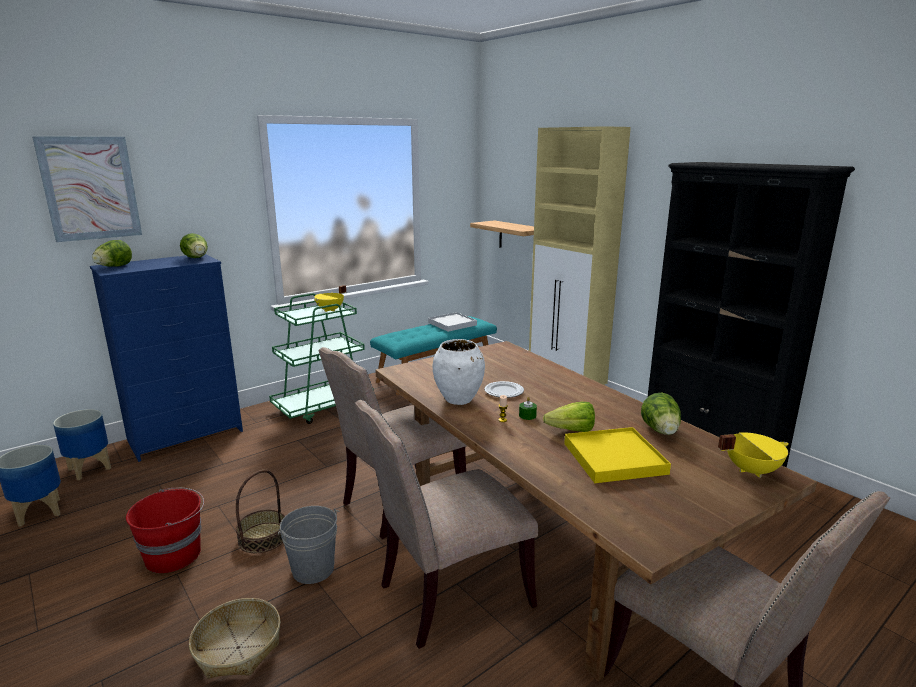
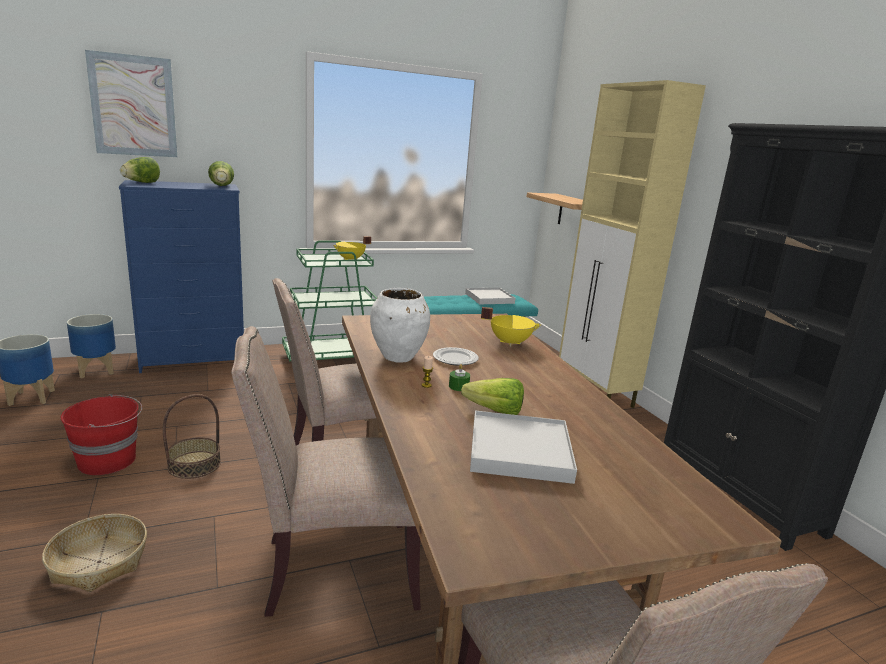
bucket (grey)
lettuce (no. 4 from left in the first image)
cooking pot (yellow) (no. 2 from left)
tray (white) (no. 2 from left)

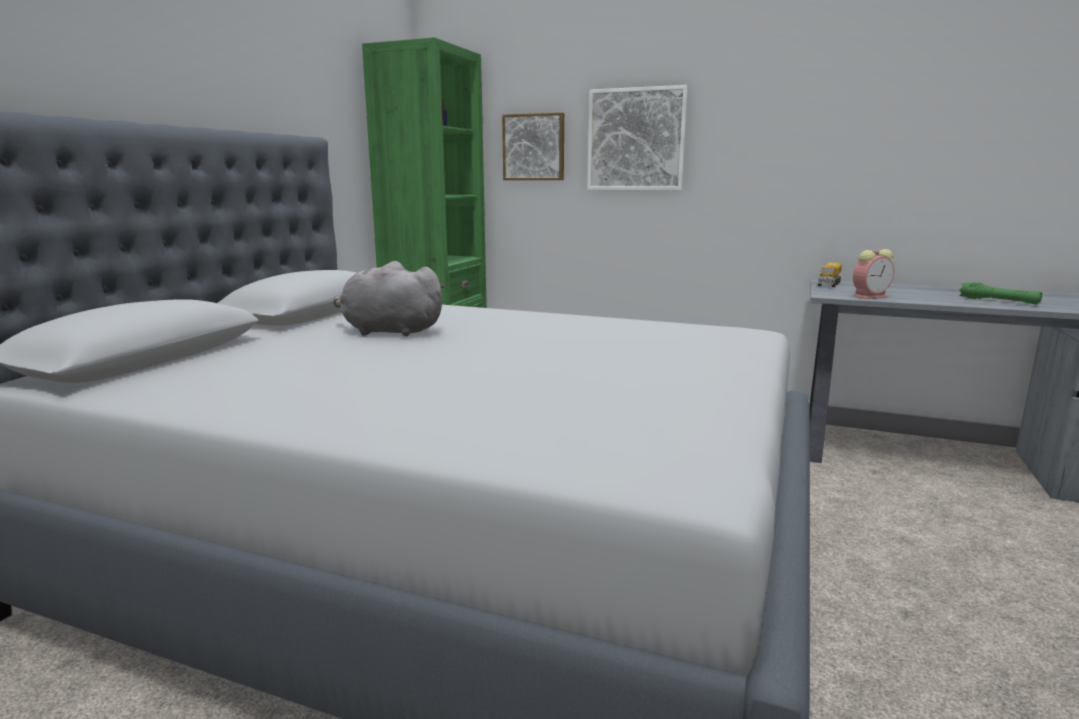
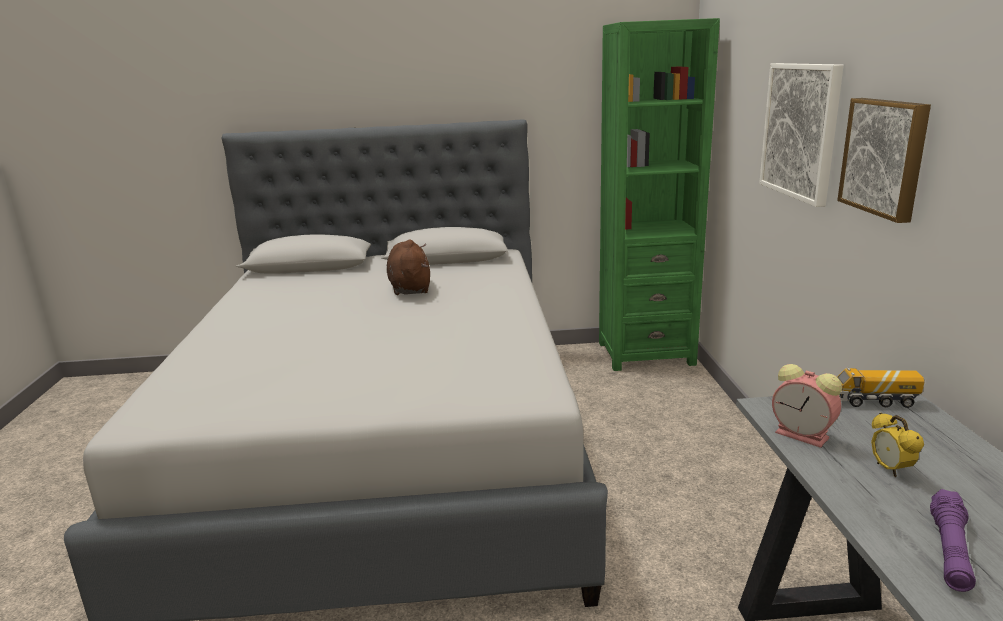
alarm clock (no. 2 from left)
picture (no. 2 from left)
plush toy (brown)
flashlight (purple)

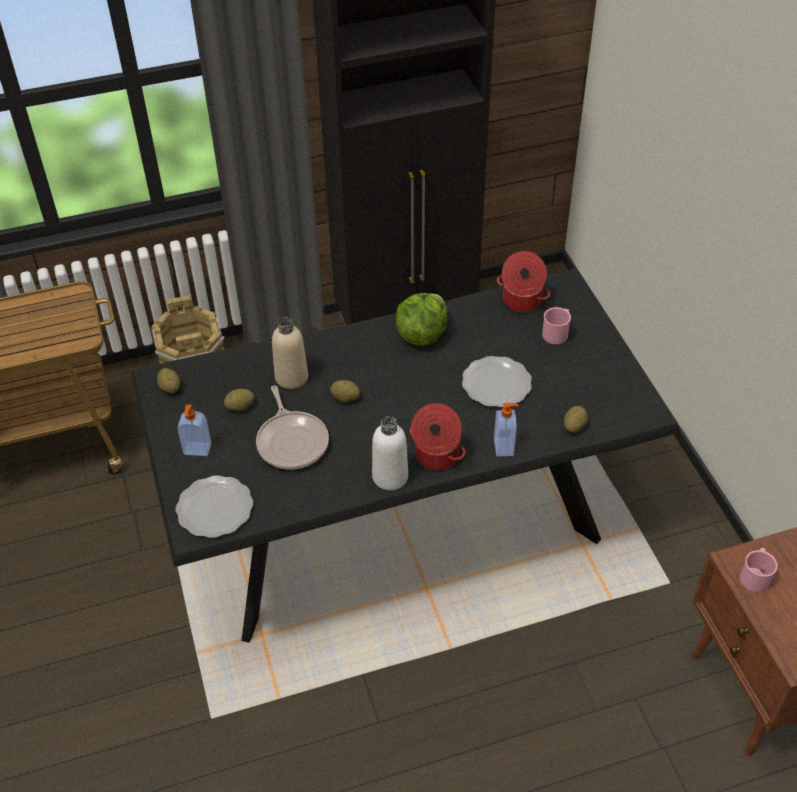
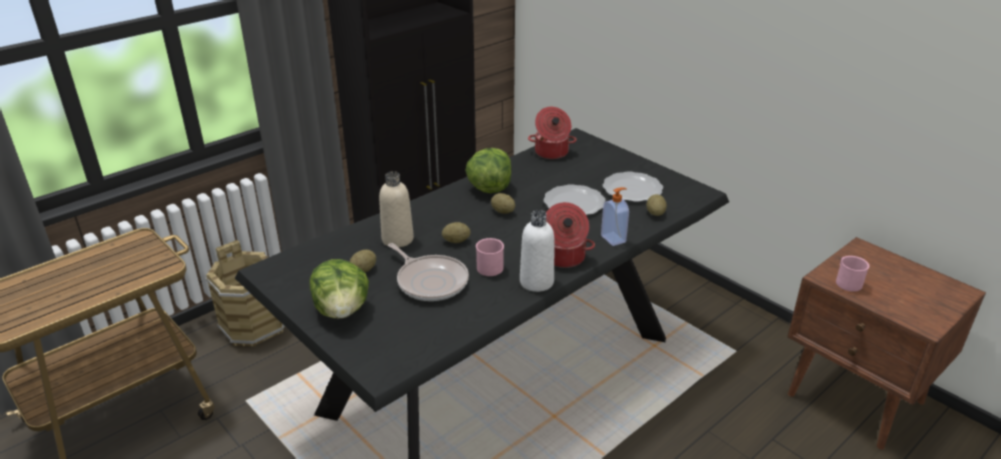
potato (no. 3 from left)
plate (no. 2 from left)
mug (pink) (no. 1 from left)
lettuce (no. 1 from left)

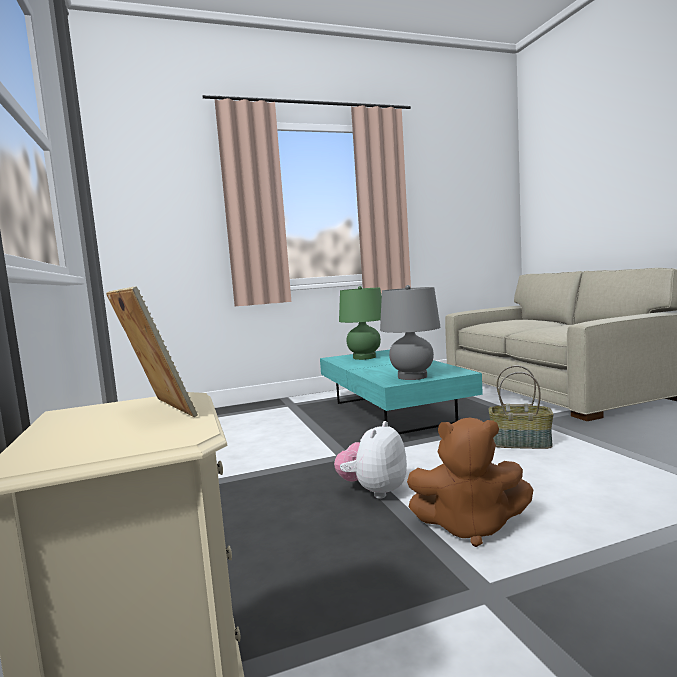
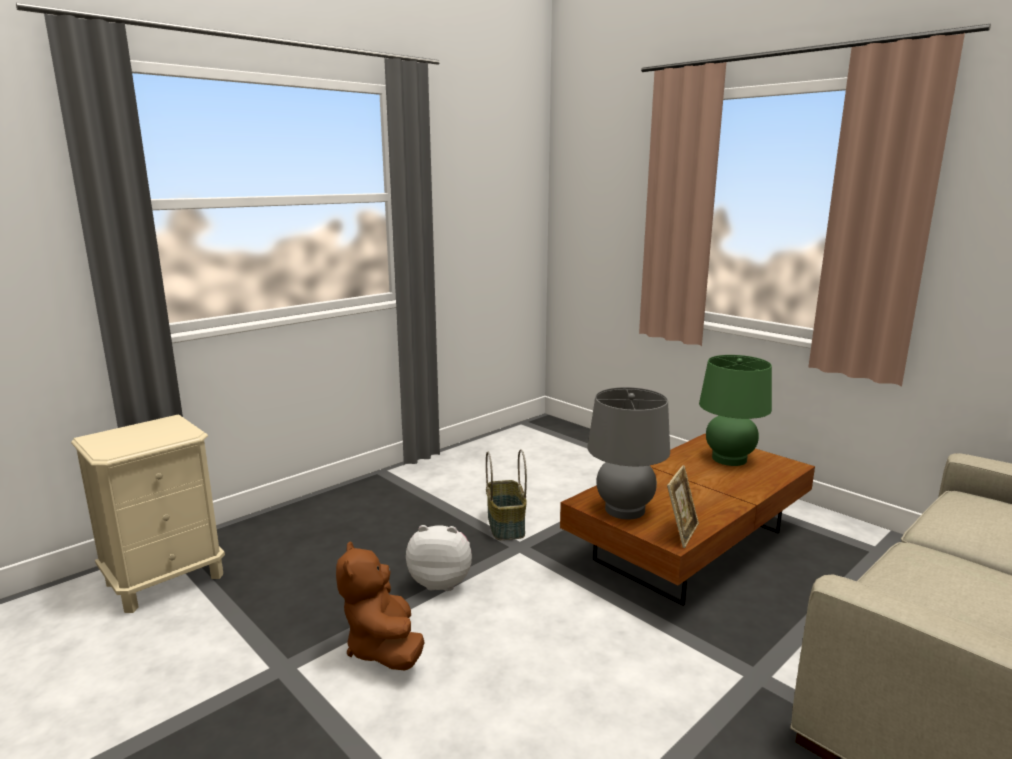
picture frame
basket
coffee table (brown)

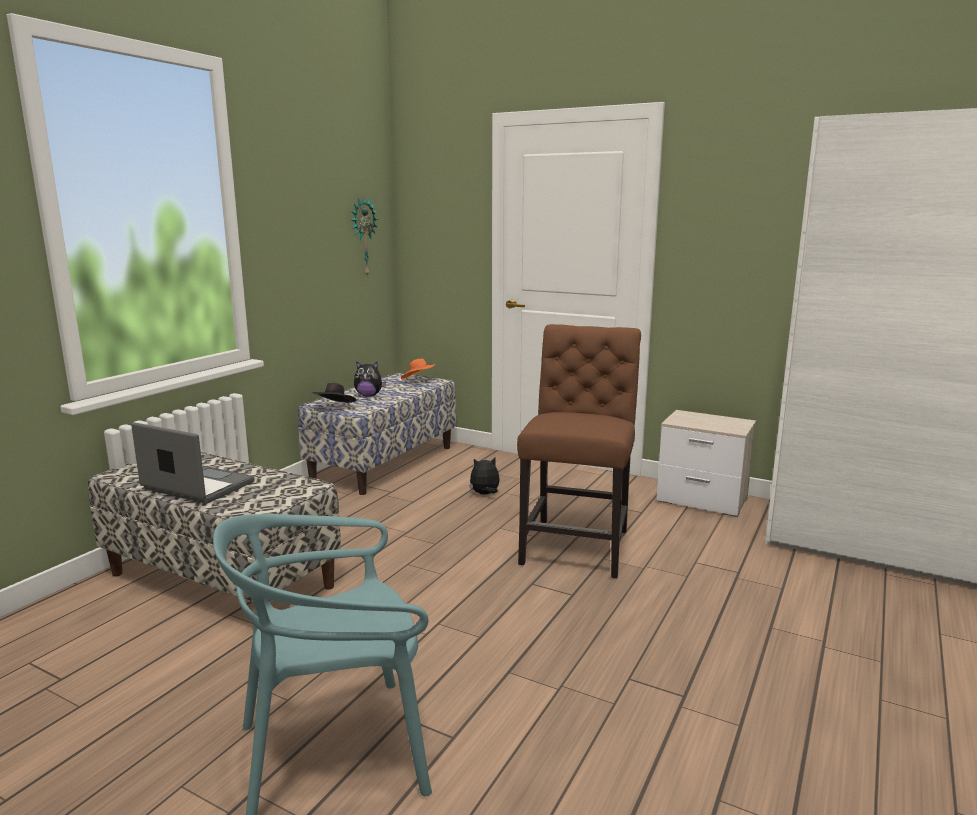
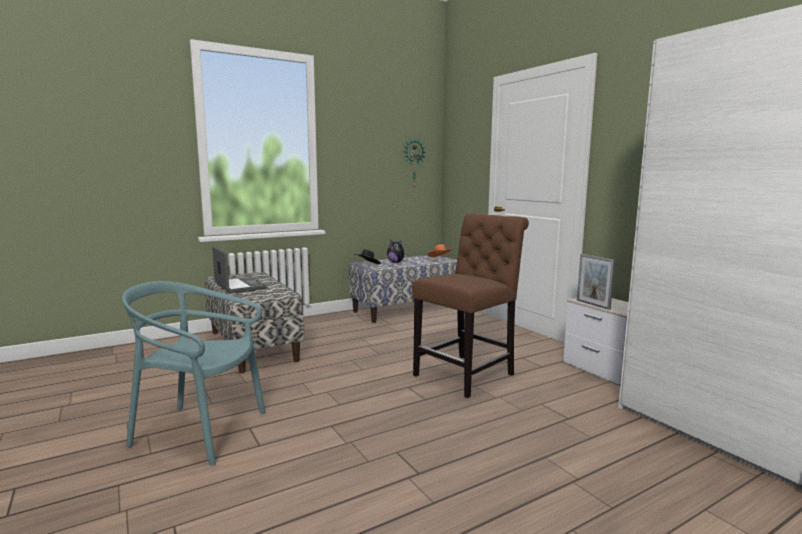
plush toy (no. 2 from left in the first image)
picture frame

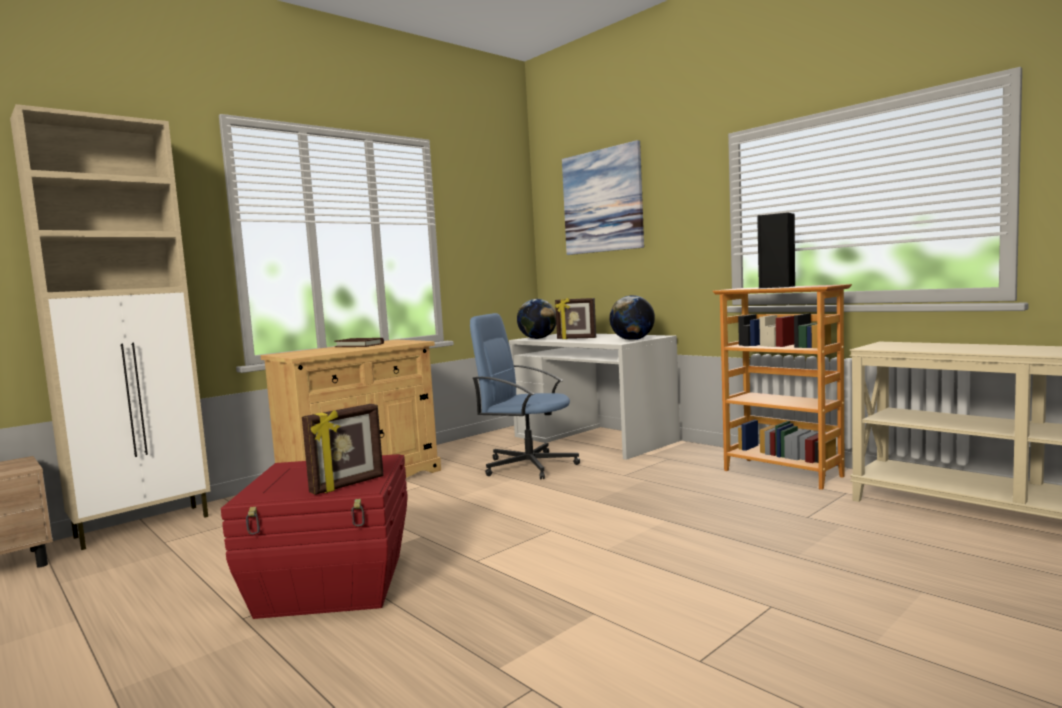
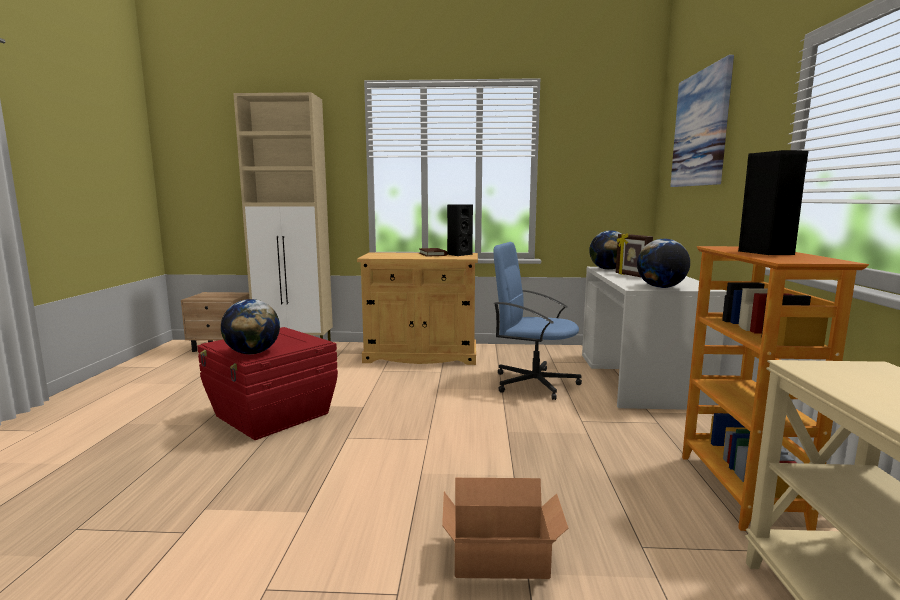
cardboard box
speaker (black) (no. 1 from left)
globe (no. 1 from left)
office chair (blue)

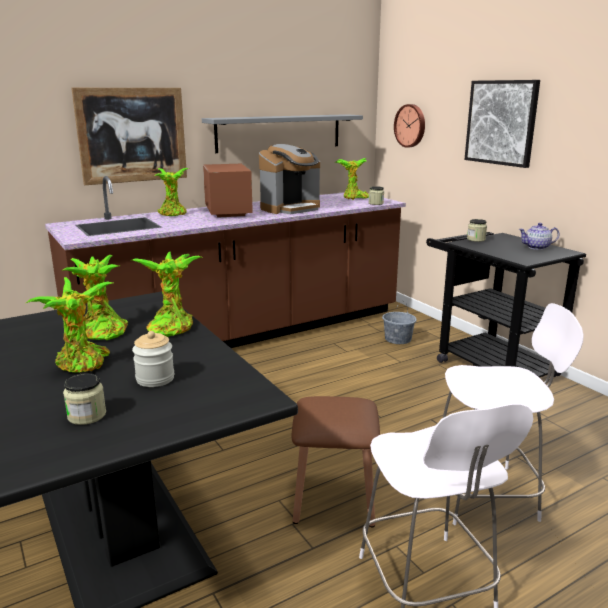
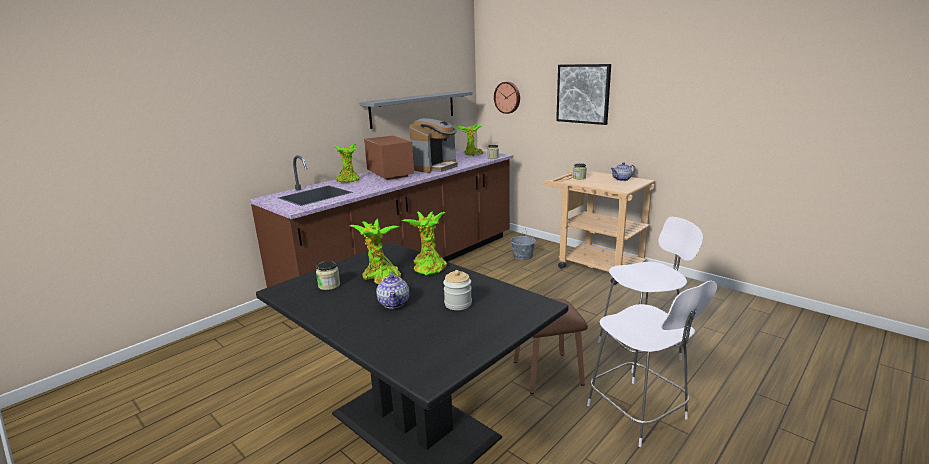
picture (no. 1 from left in the first image)
jar (no. 1 from left)
teapot (no. 1 from left)
cart (beige)

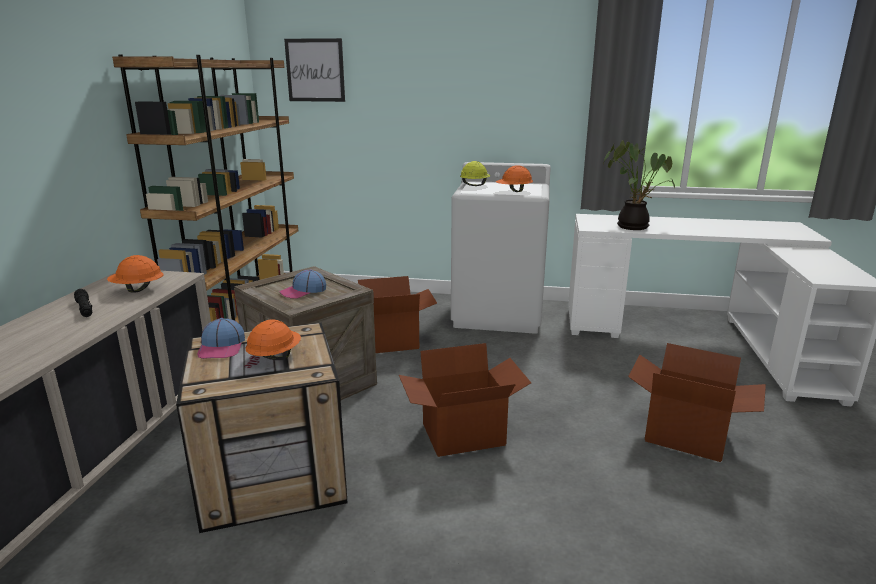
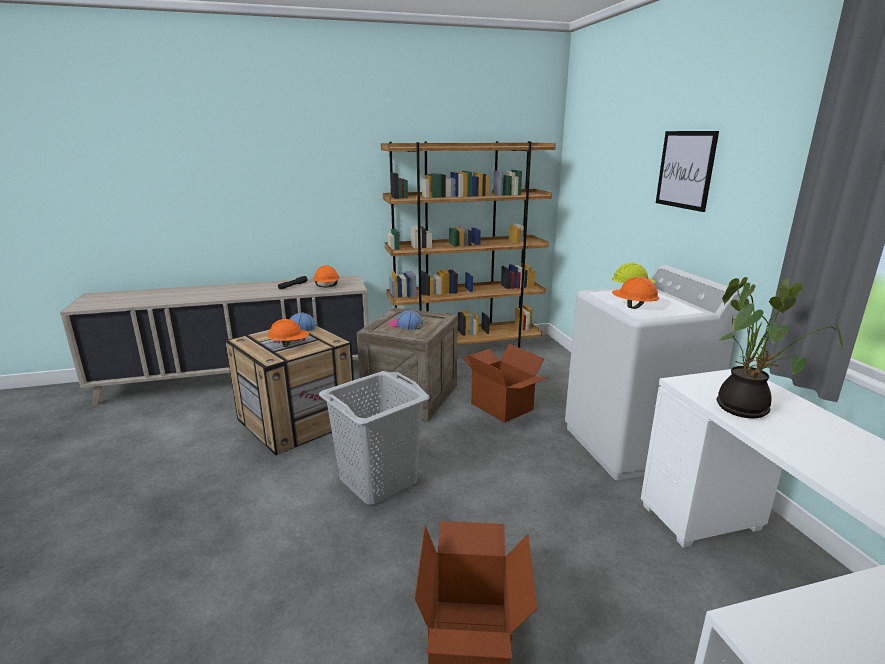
picture
laundry basket (grey)

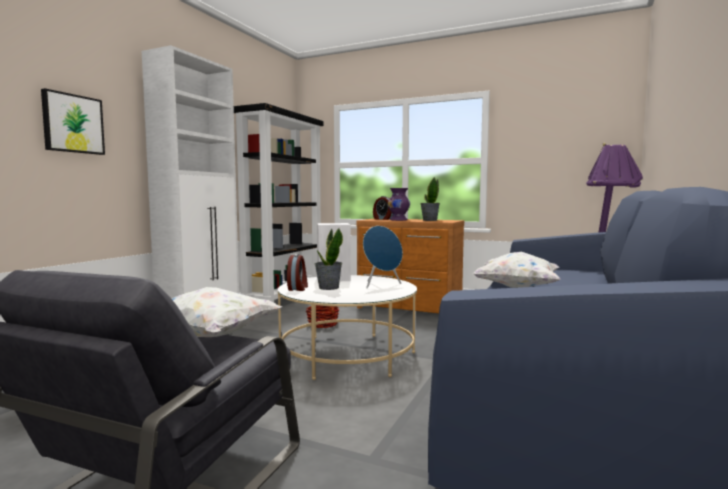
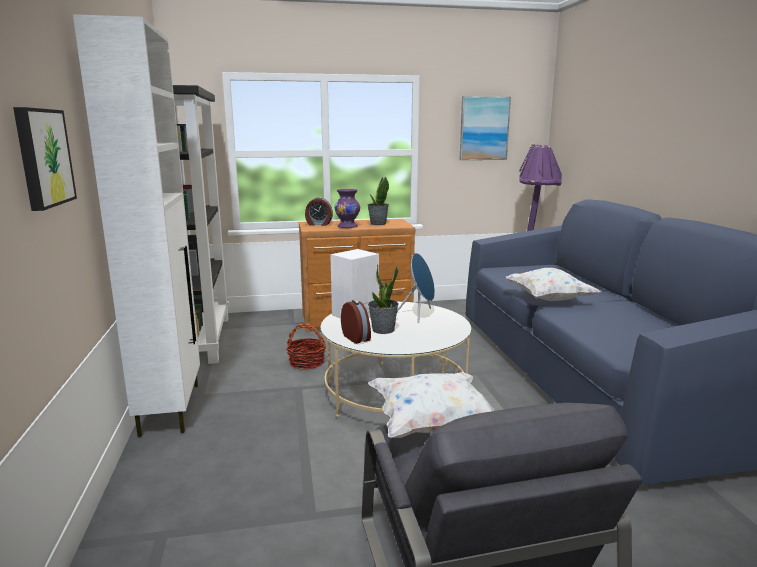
picture (no. 2 from left)

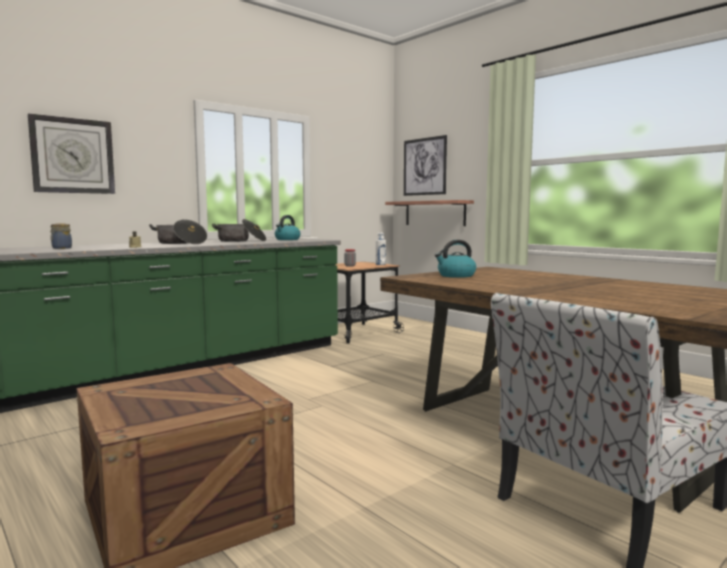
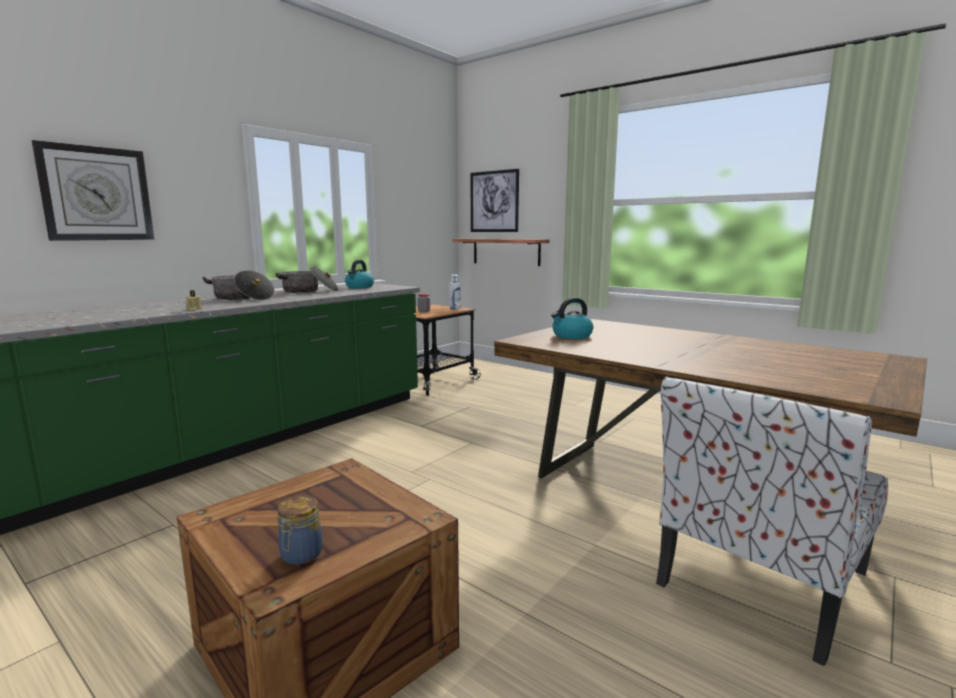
jar (no. 1 from left)

